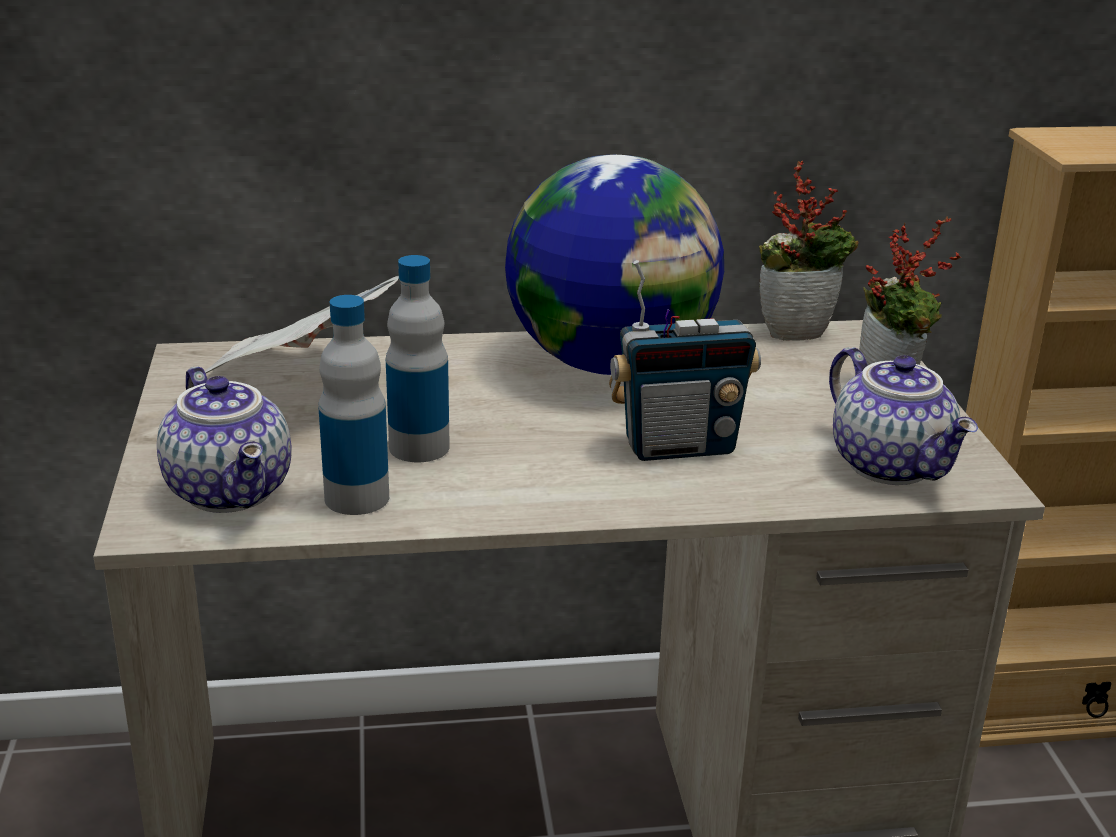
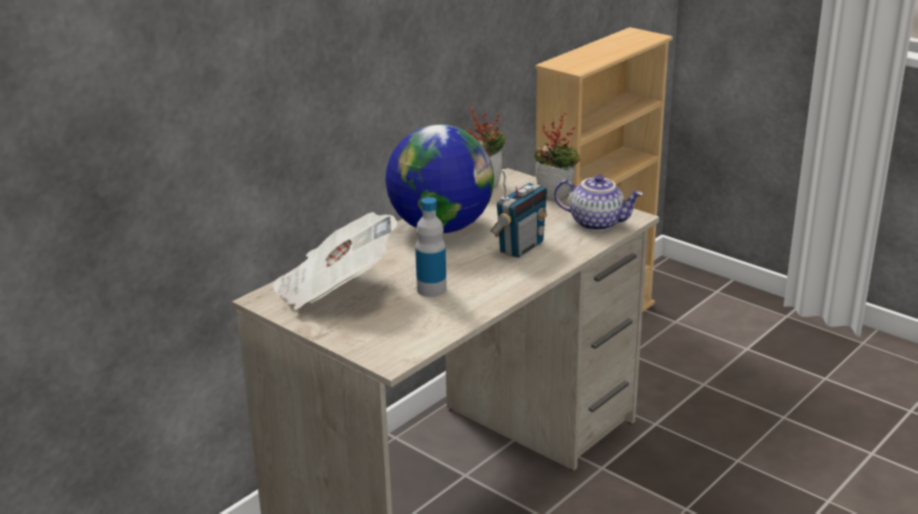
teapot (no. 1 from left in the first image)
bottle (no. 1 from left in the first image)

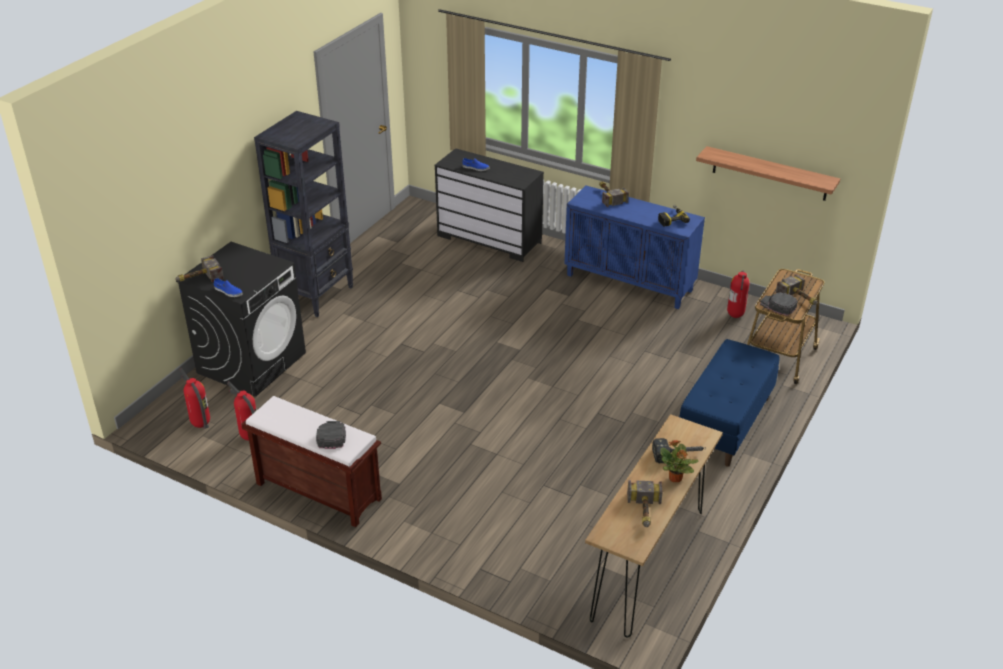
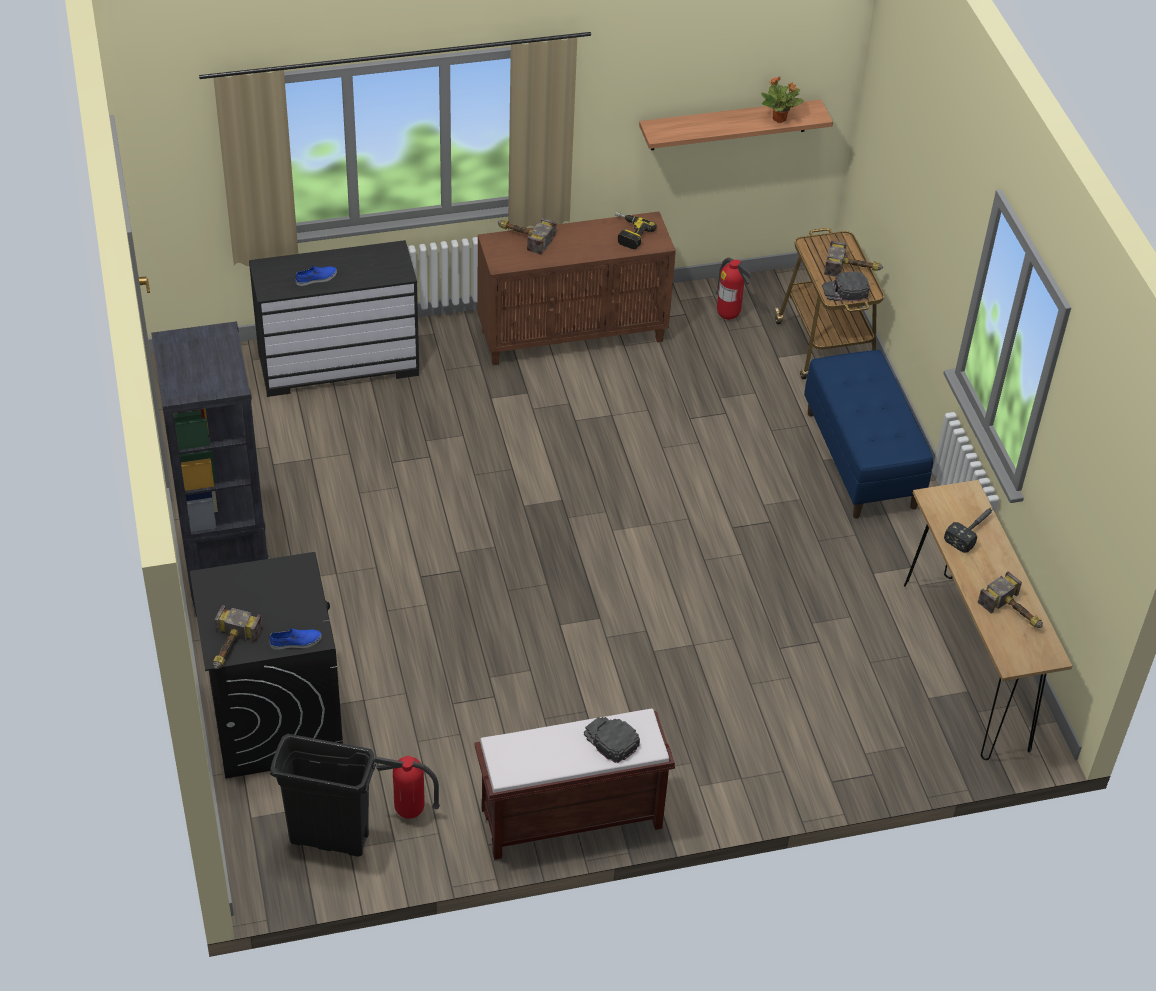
potted plant
trash can (black)
cabinet (brown)

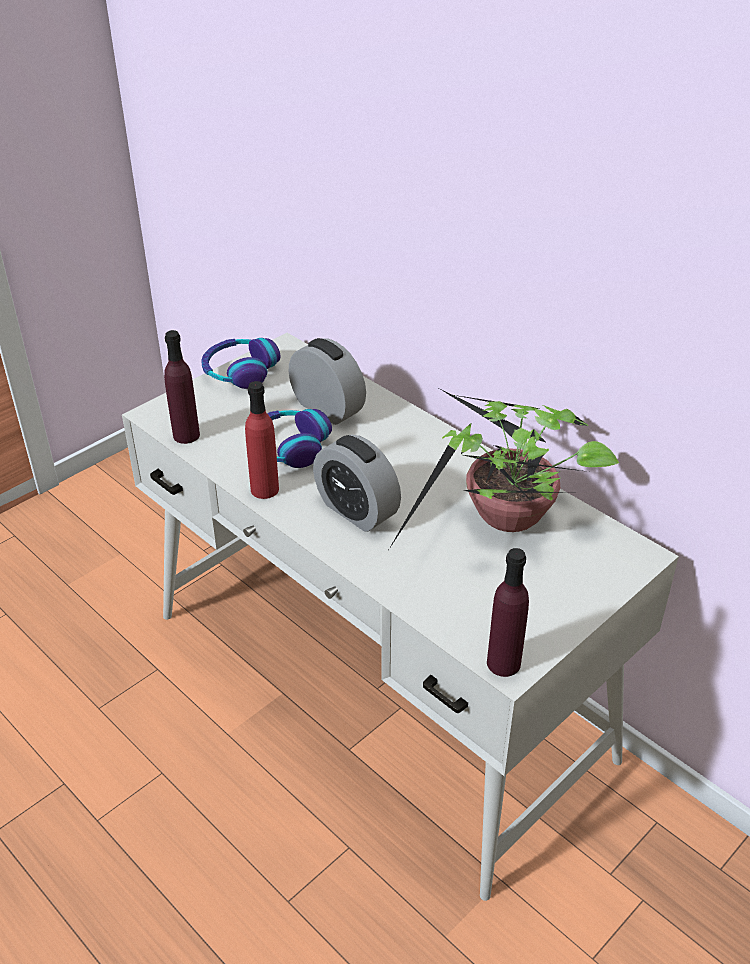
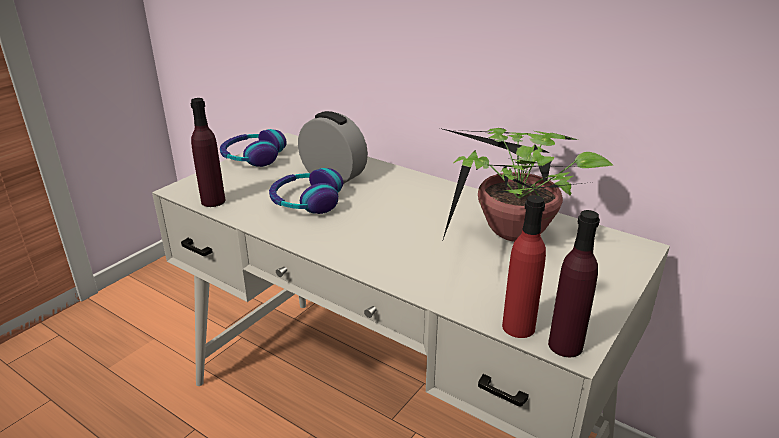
alarm clock (no. 2 from left in the first image)
bottle (red)

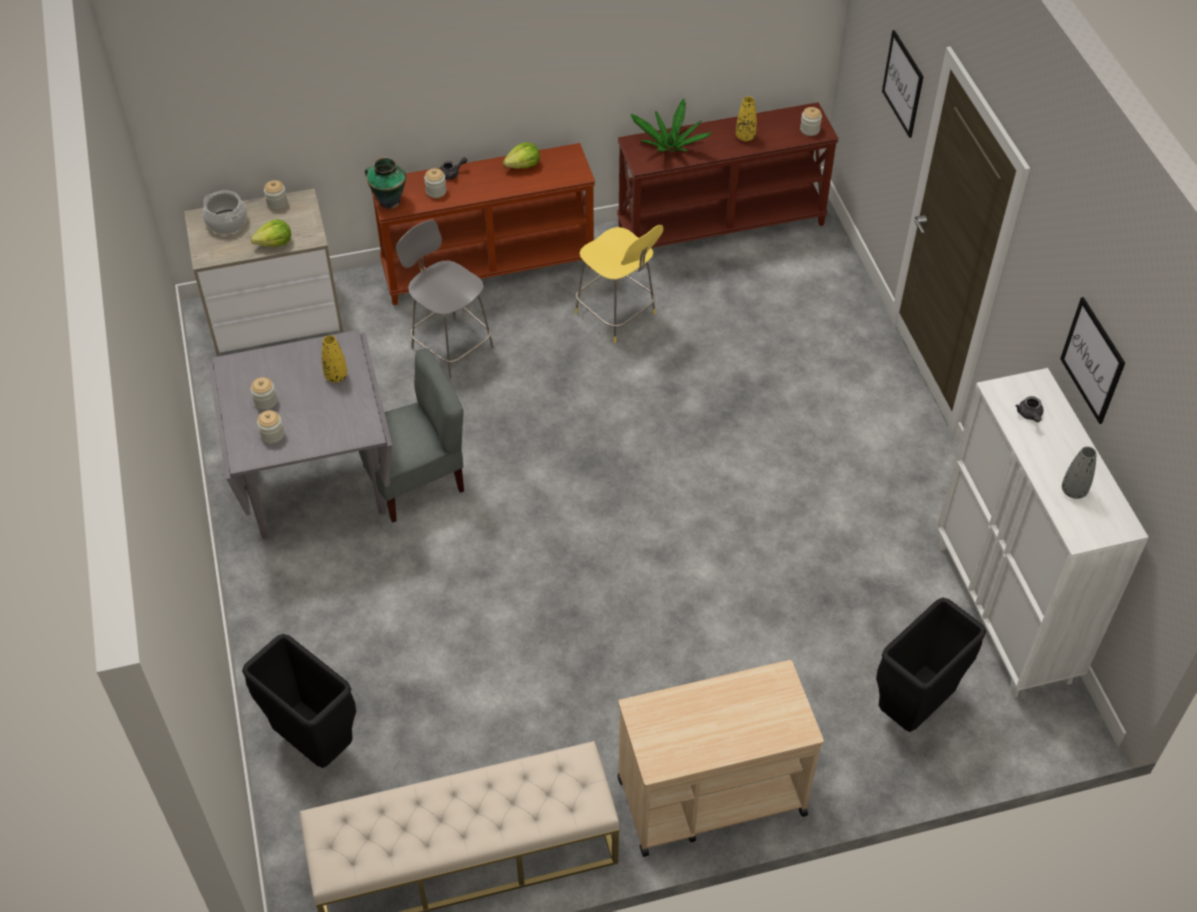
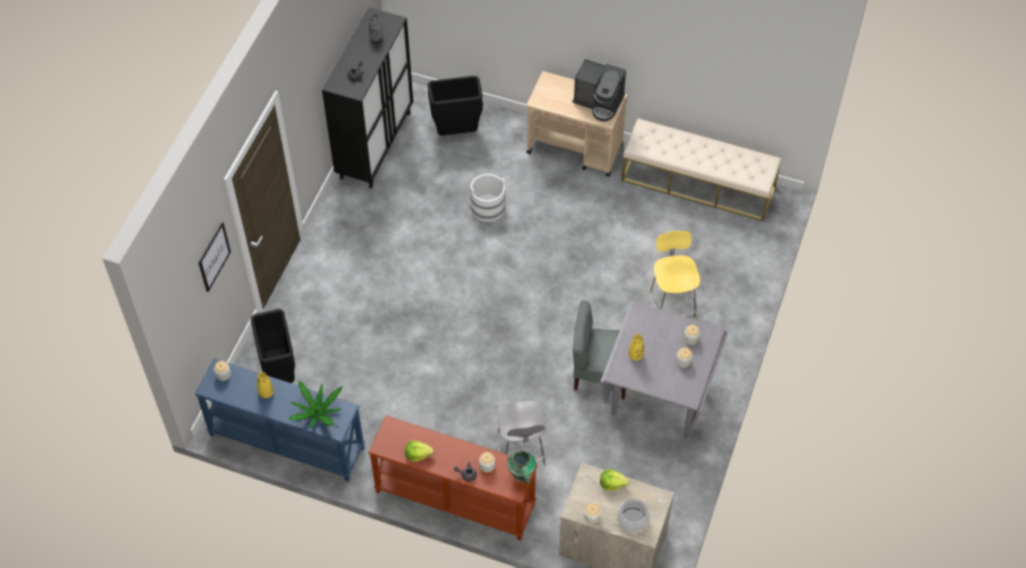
picture (no. 2 from left in the first image)
bucket (white)
coffee machine
trash can (black) (no. 1 from left)
stool (yellow)
console table (blue)
cabinet (black)

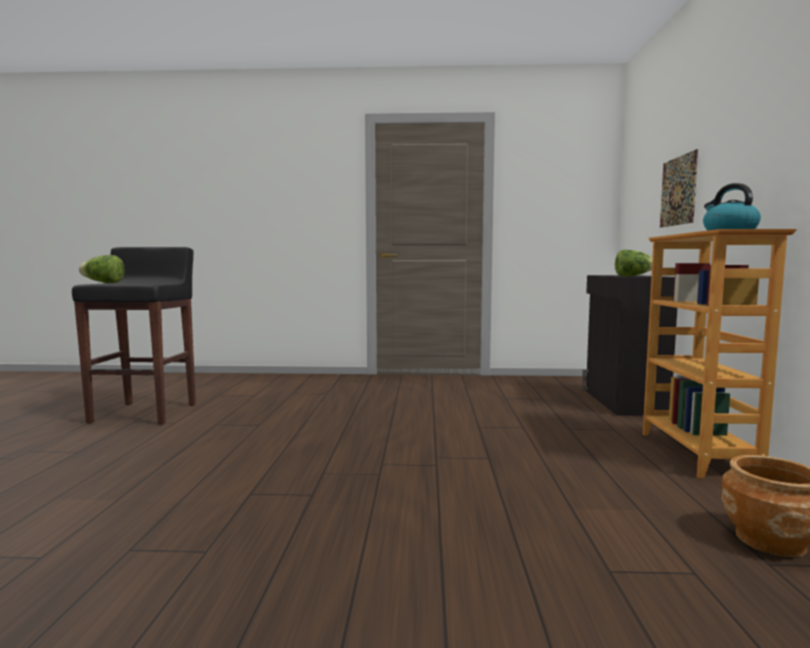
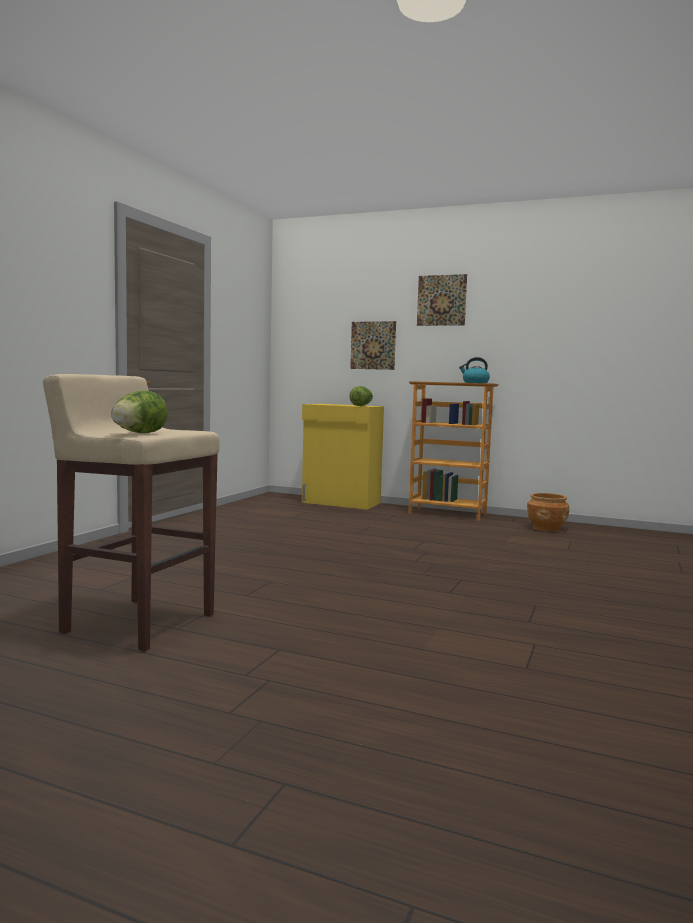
picture (no. 2 from left)
stool (beige)
cabinet (yellow)

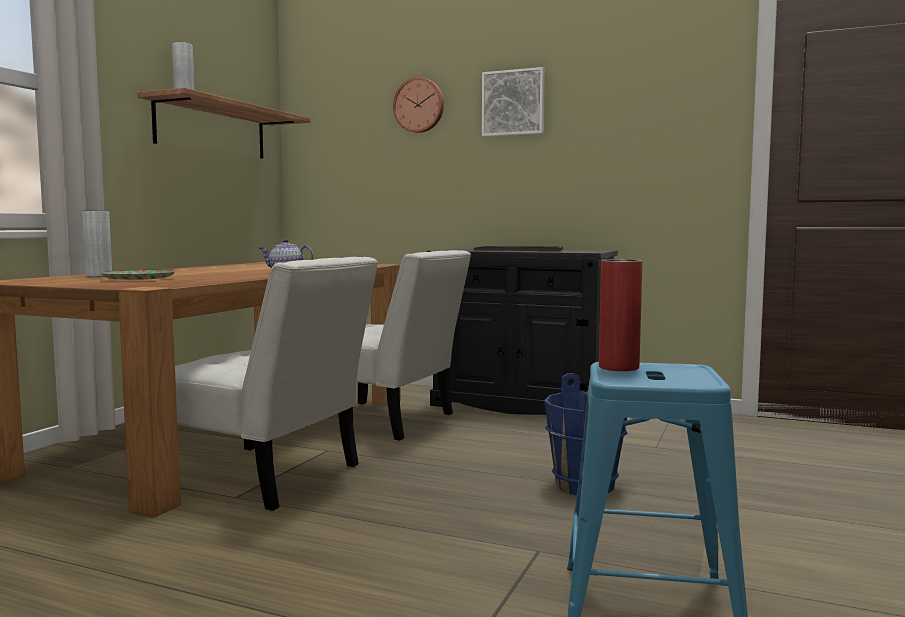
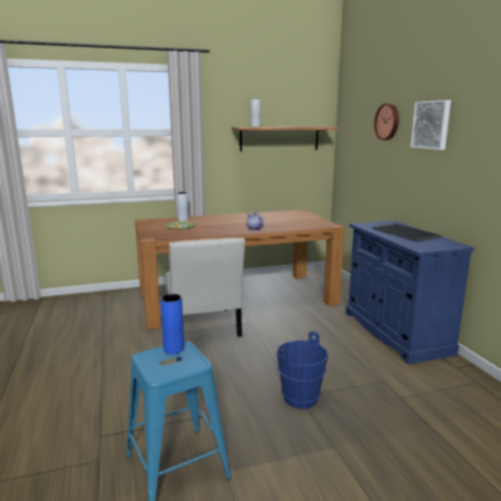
chair (white) (no. 2 from left in the first image)
cabinet (blue)
vase (blue)

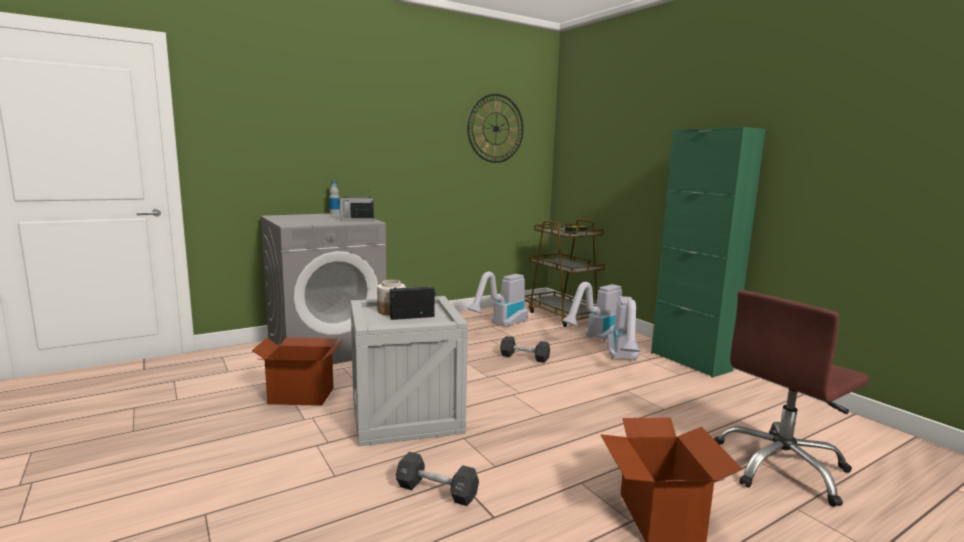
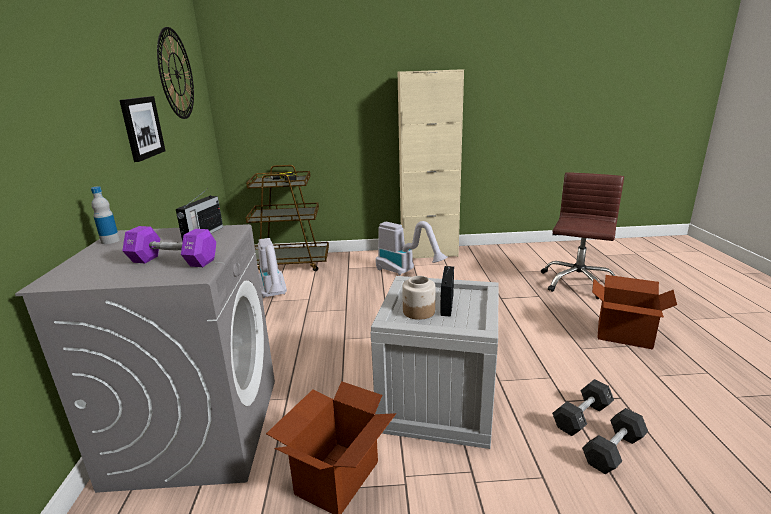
vacuum cleaner (no. 2 from left in the first image)
picture
dumbbell (purple)
dumbbell (black) (no. 2 from left)
cabinet (beige)
office chair (brown)

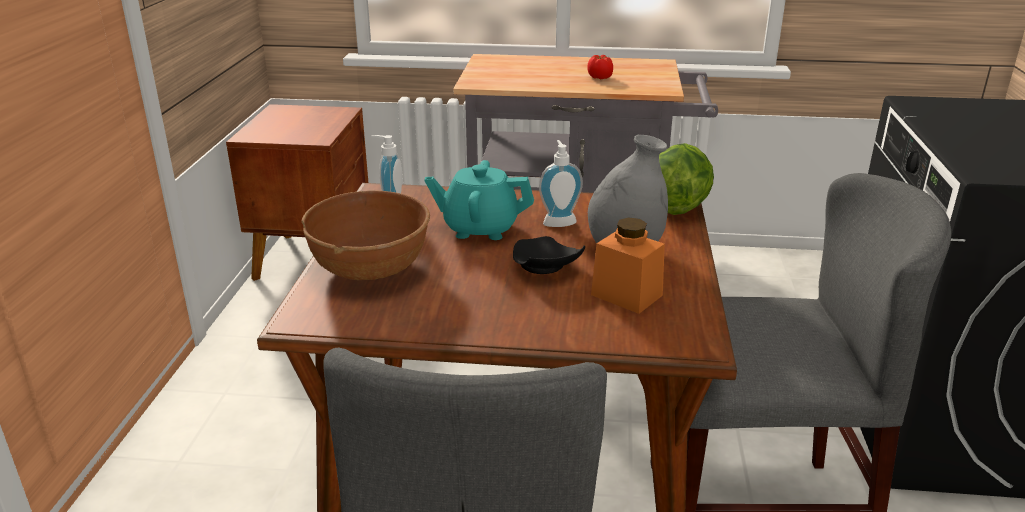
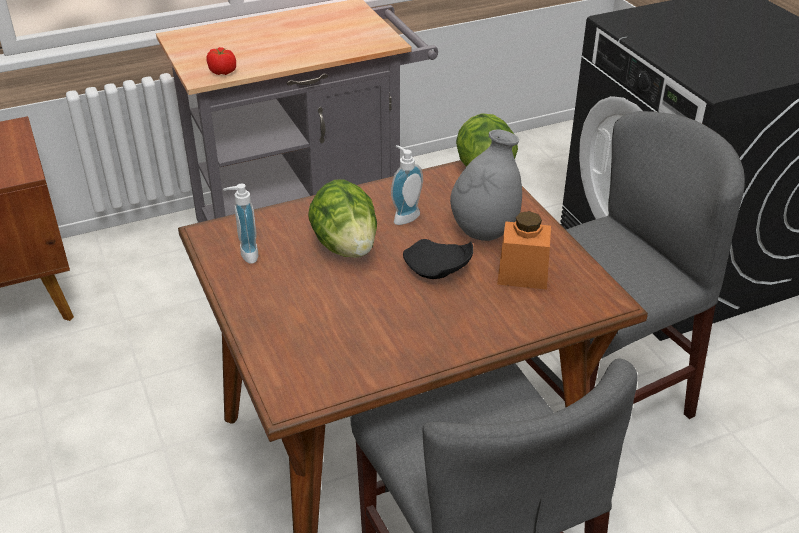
bowl (brown)
tomato
lettuce (no. 1 from left)

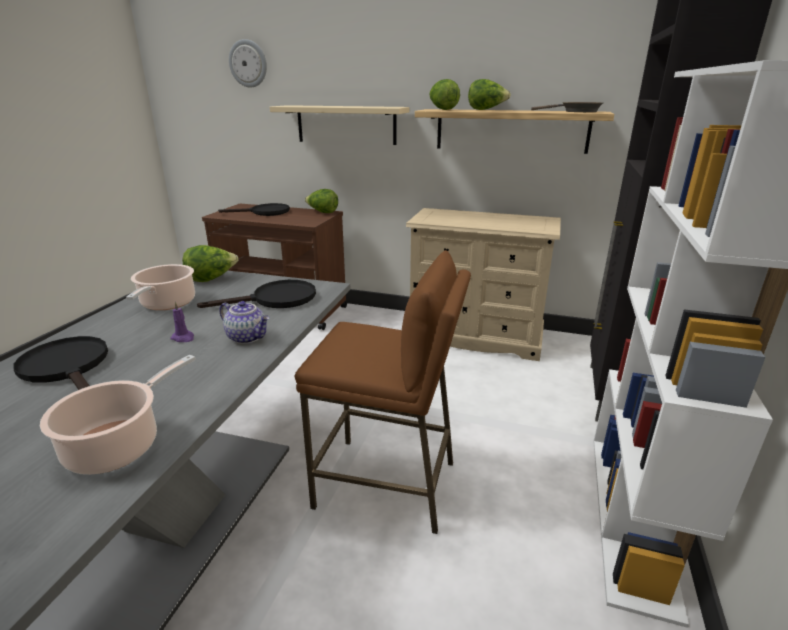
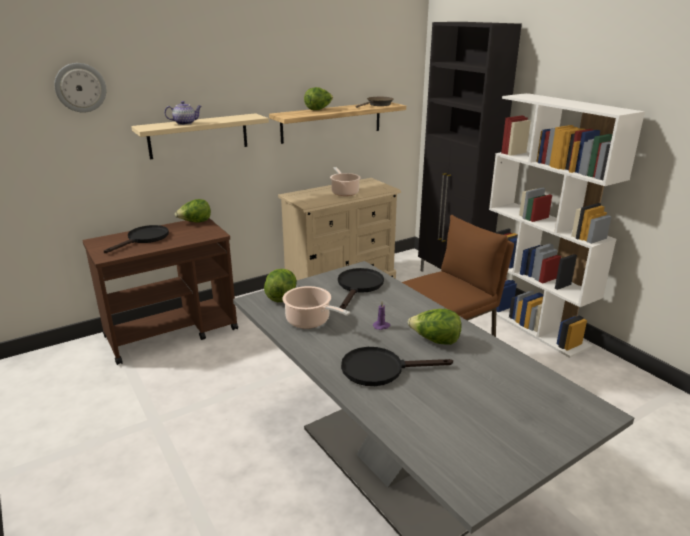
cooking pot (no. 2 from left)
teapot
lettuce (no. 4 from left)

